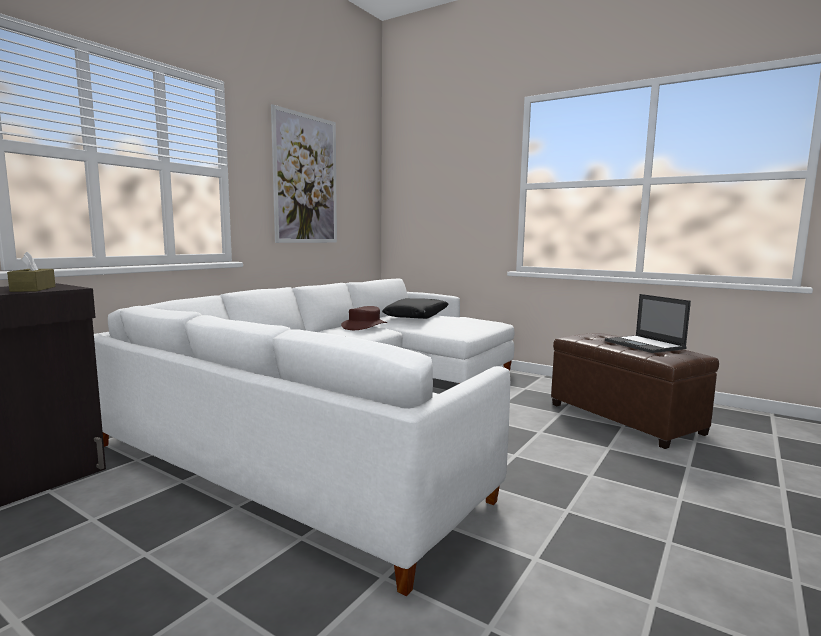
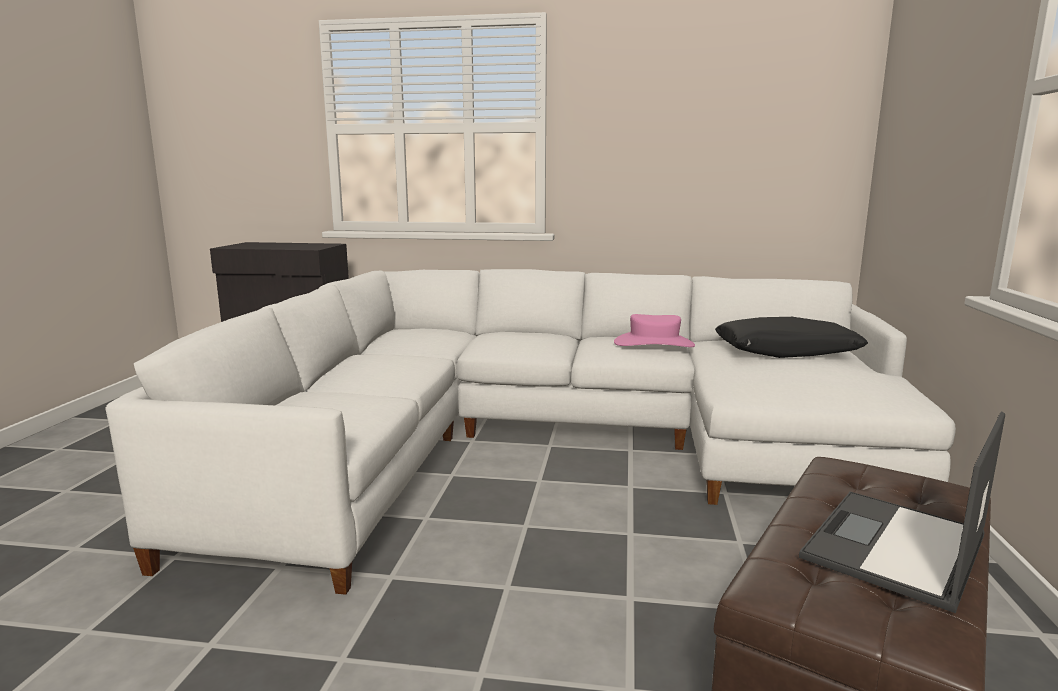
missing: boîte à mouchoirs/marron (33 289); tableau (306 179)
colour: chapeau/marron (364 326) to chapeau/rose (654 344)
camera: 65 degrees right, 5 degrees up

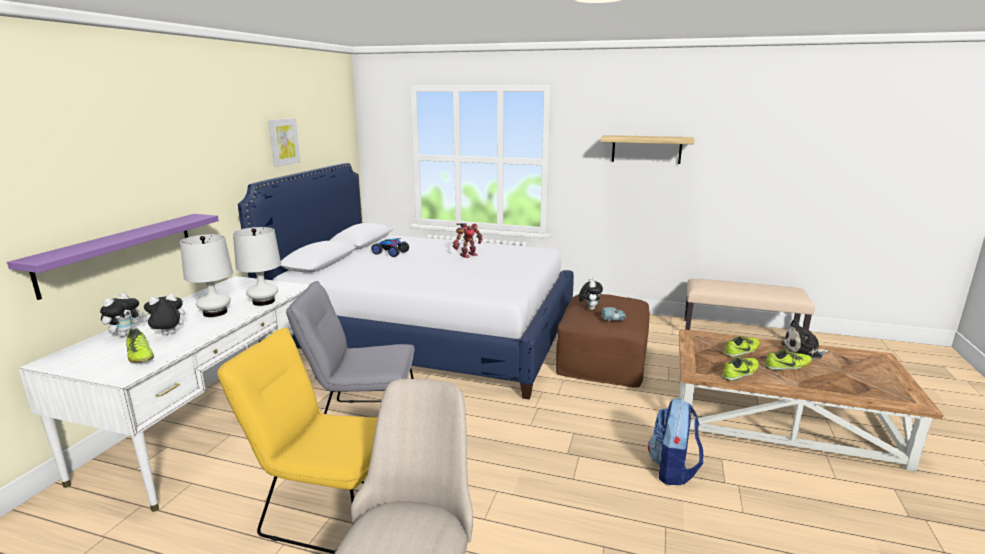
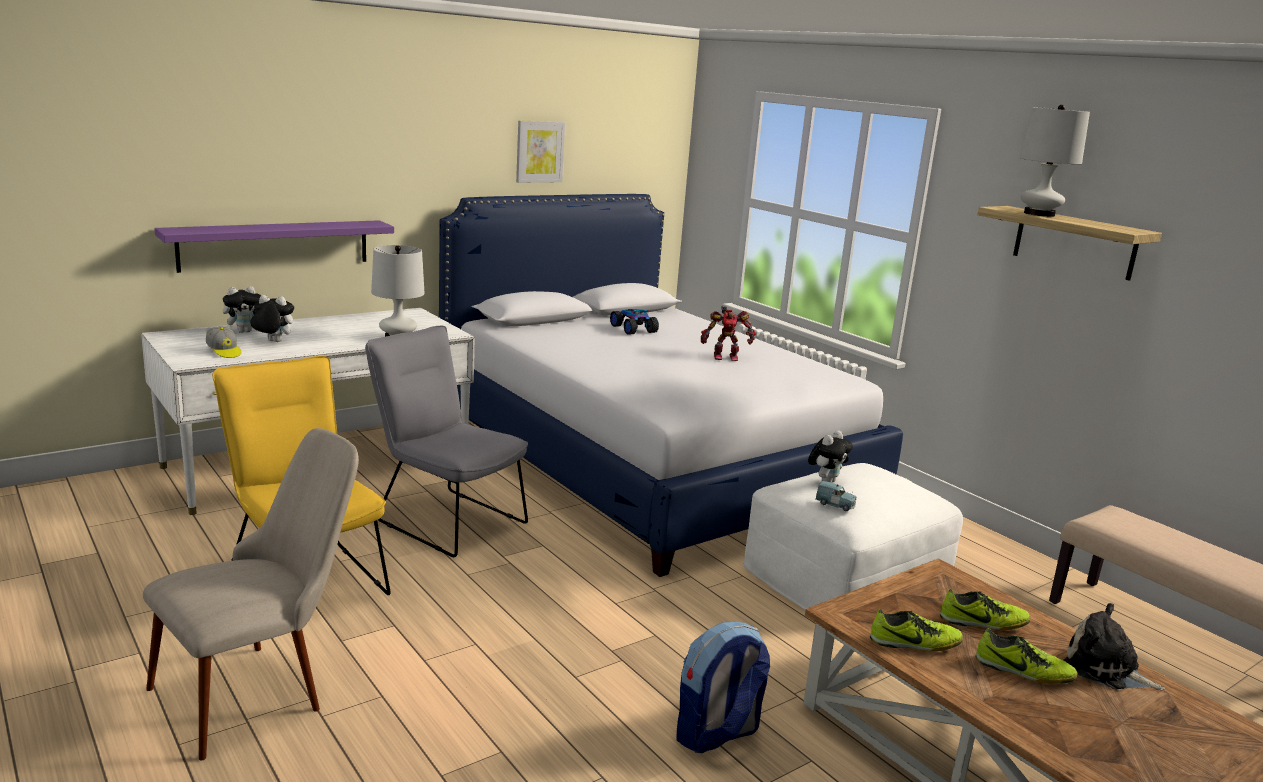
relocated: lampe de table/blanc (215 313) to (1039 214)
exchanged: chaussure (140 356) to casquette (224 352)
colour: pouf/marron (602 358) to pouf/blanc (845 575)
camera: 35 degrees right, 0 degrees up

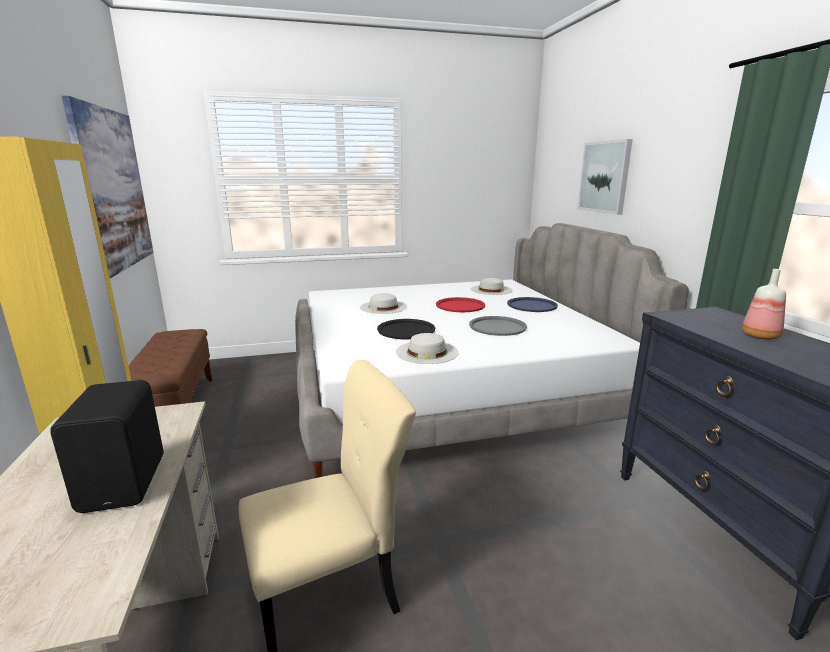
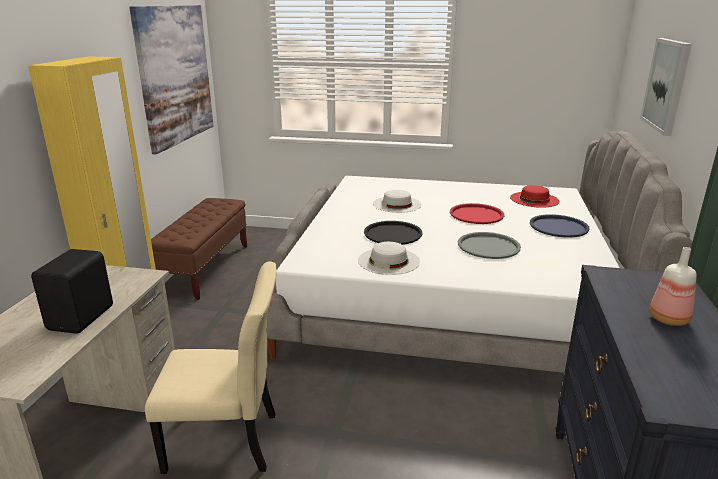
colour: chapeau/blanc (491 289) to chapeau/rouge (534 199)
camera: 25 degrees right, 5 degrees up

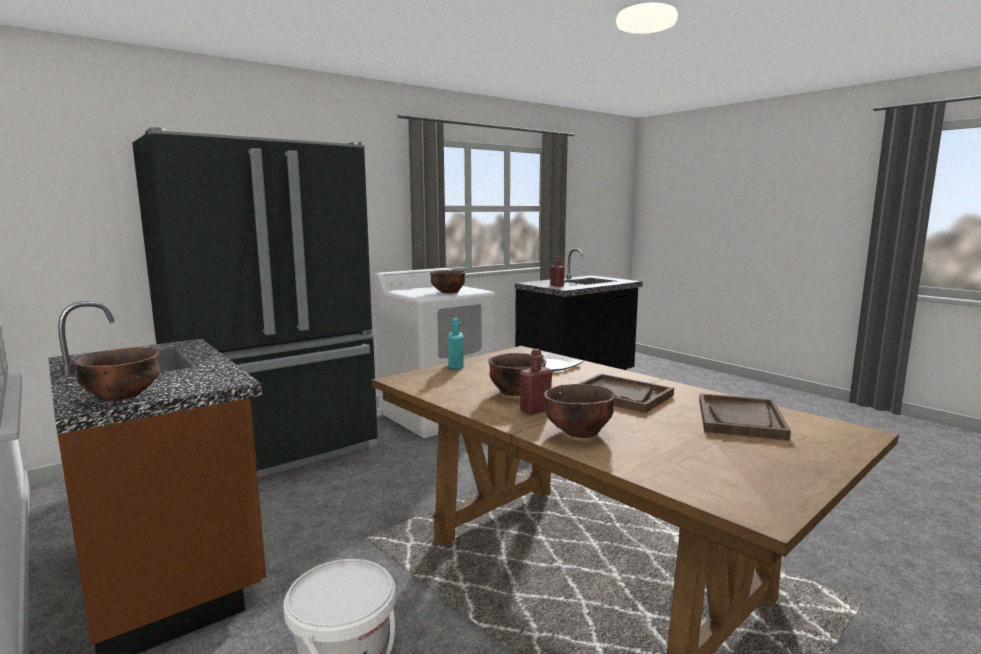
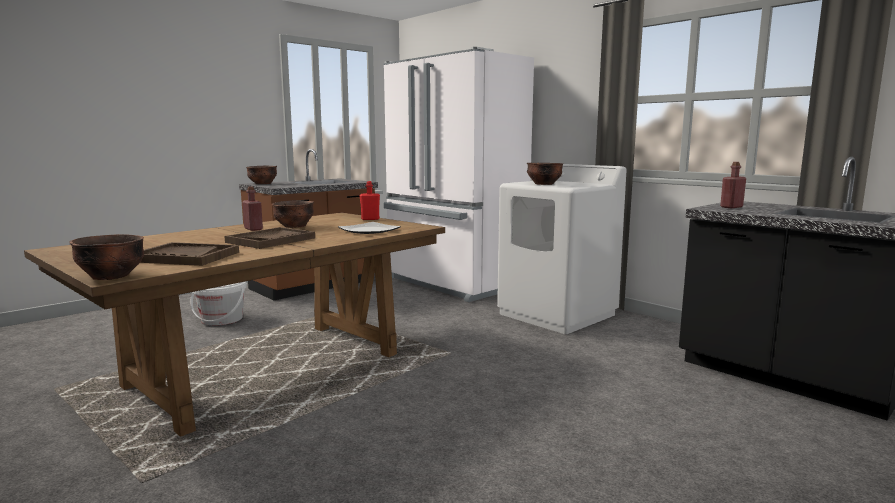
relocated: bol/marron (578 432) to (111 276)
colour: bouteille/turquoise (456 366) to bouteille/rouge (370 219); réfrigérateur/noir (278 453) to réfrigérateur/blanc (453 283)
camera: 85 degrees right, 0 degrees up

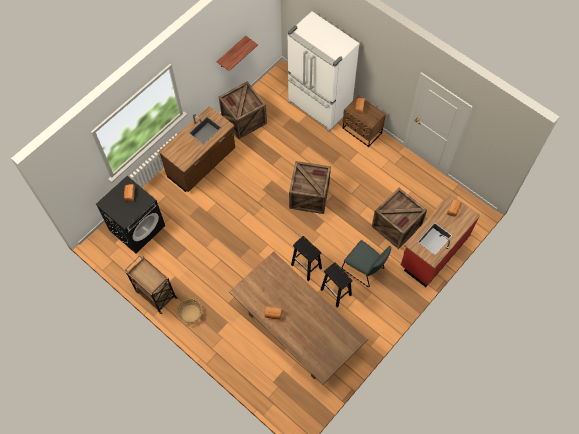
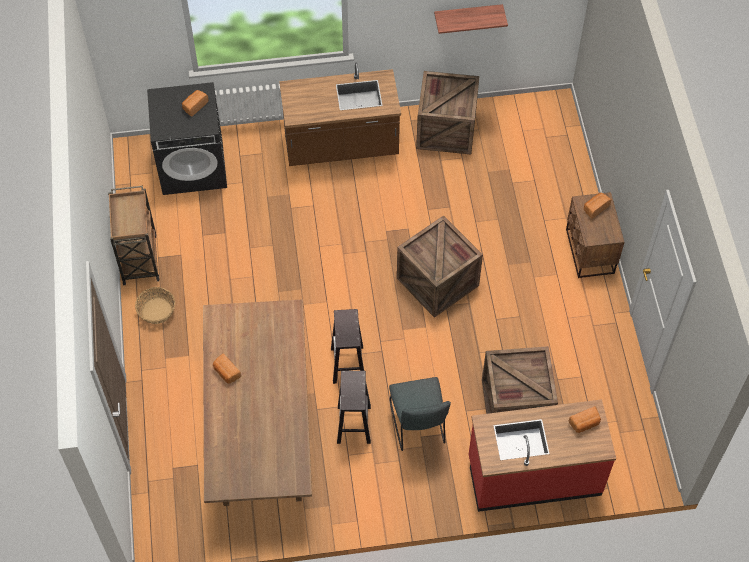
missing: réfrigérateur/blanc (319 107)
camera: 40 degrees right, 5 degrees down

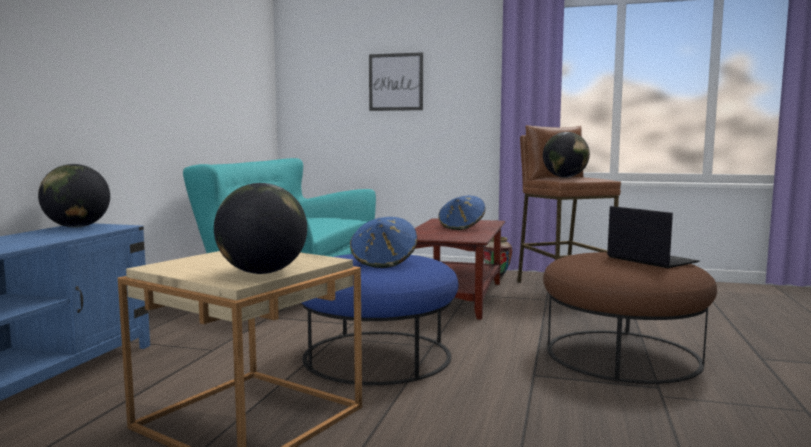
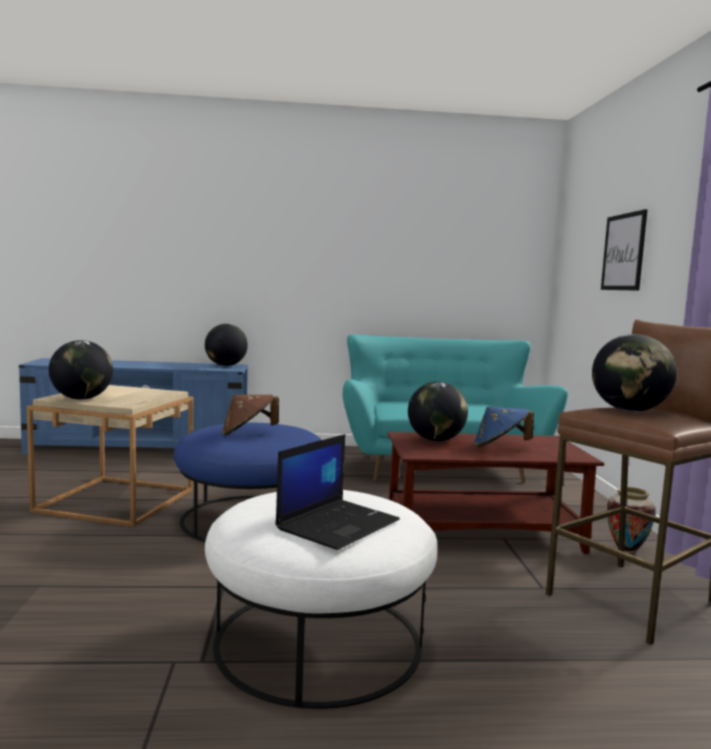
appeared: globe (436 440)
colour: pouf/marron (622 354) to pouf/blanc (318 641); chapeau/bleu (384 262) to chapeau/marron (248 434)
camera: 70 degrees right, 0 degrees up

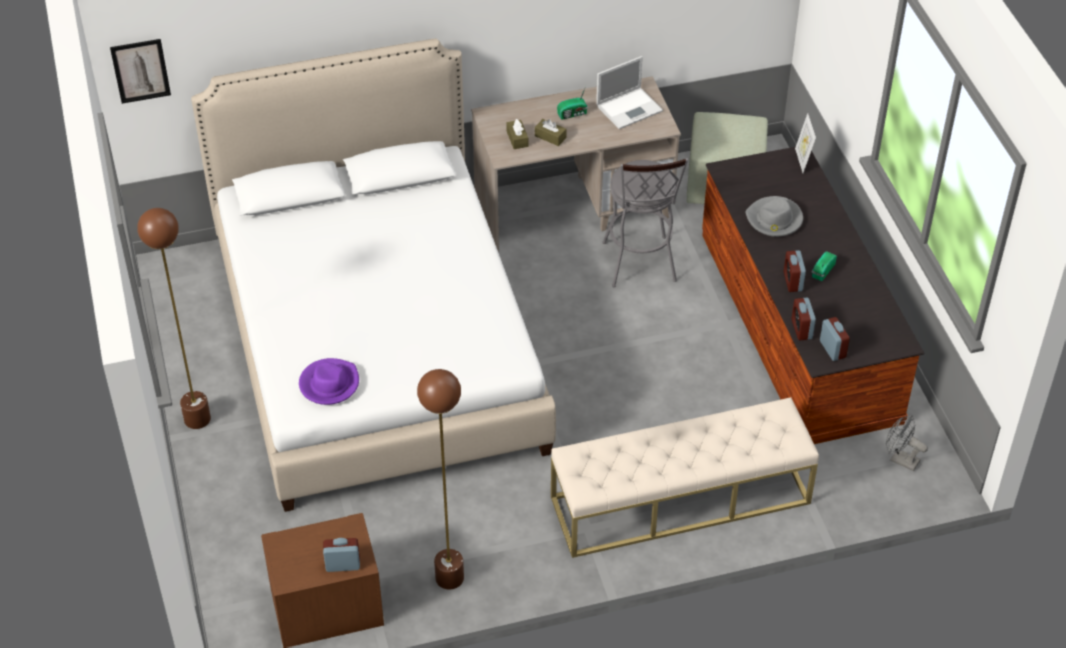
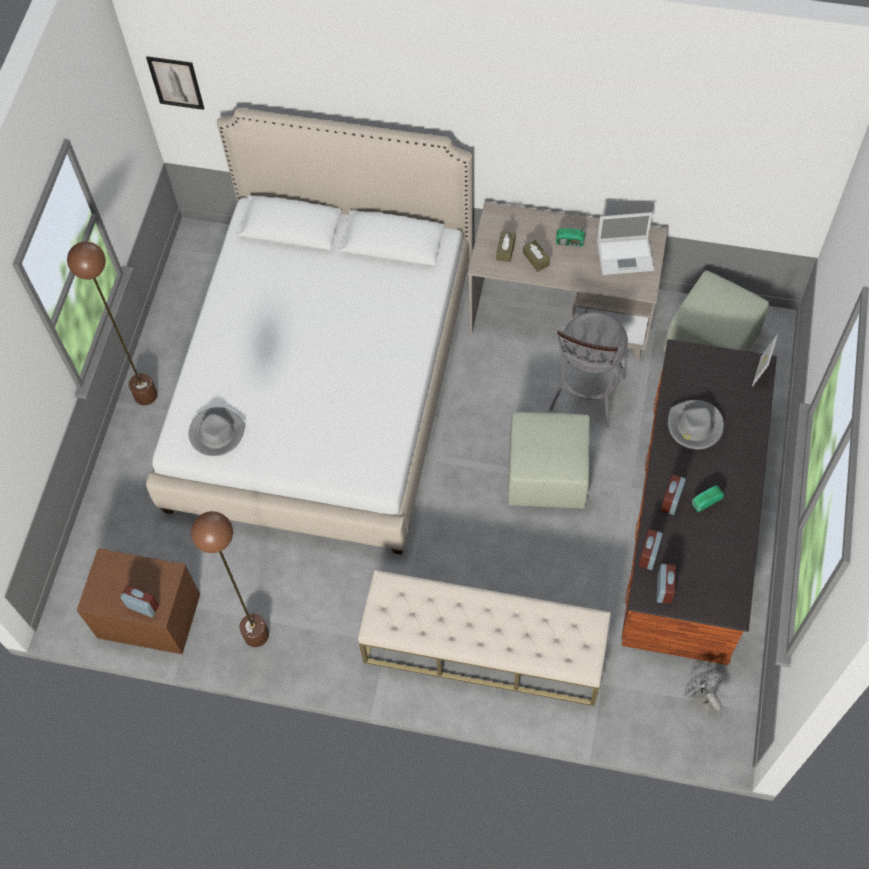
appeared: pouf/vert (546 475)
colour: chapeau/violet (329 384) to chapeau/gris (216 433)
camera: 30 degrees right, 15 degrees up

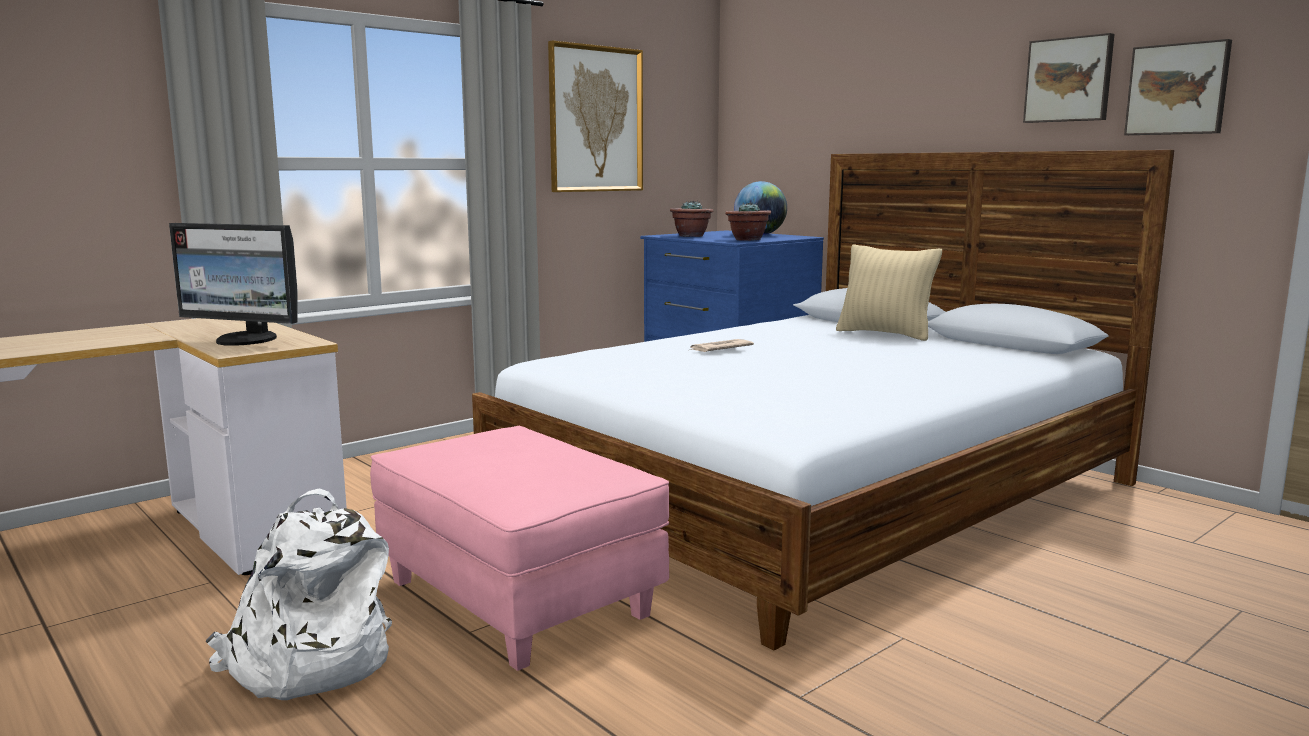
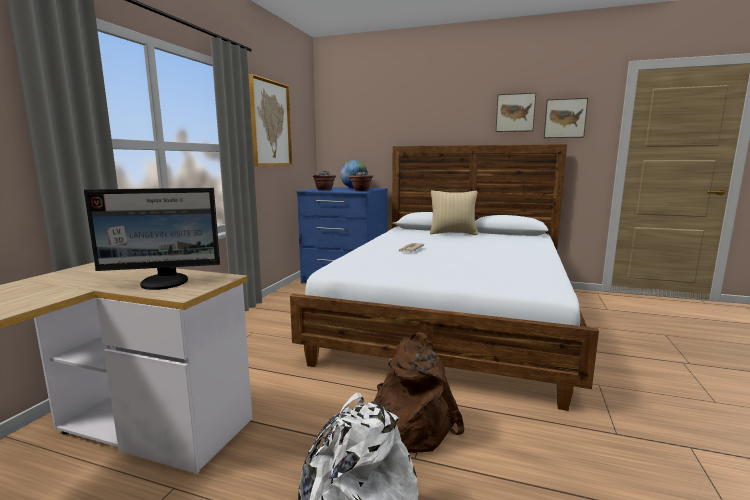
exchanged: pouf/rose (517 600) to sac à dos/marron (409 424)
camera: 30 degrees left, 0 degrees up

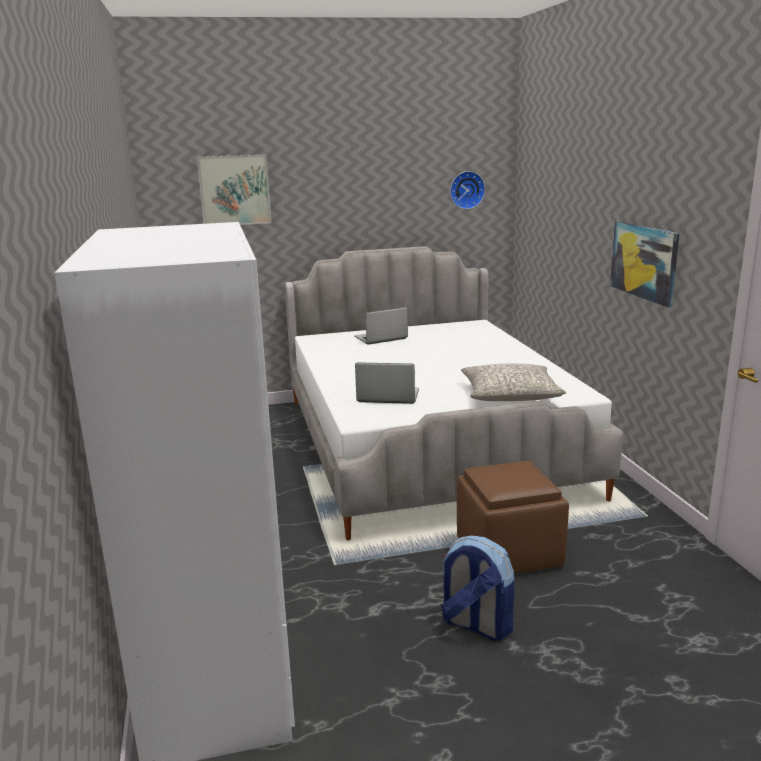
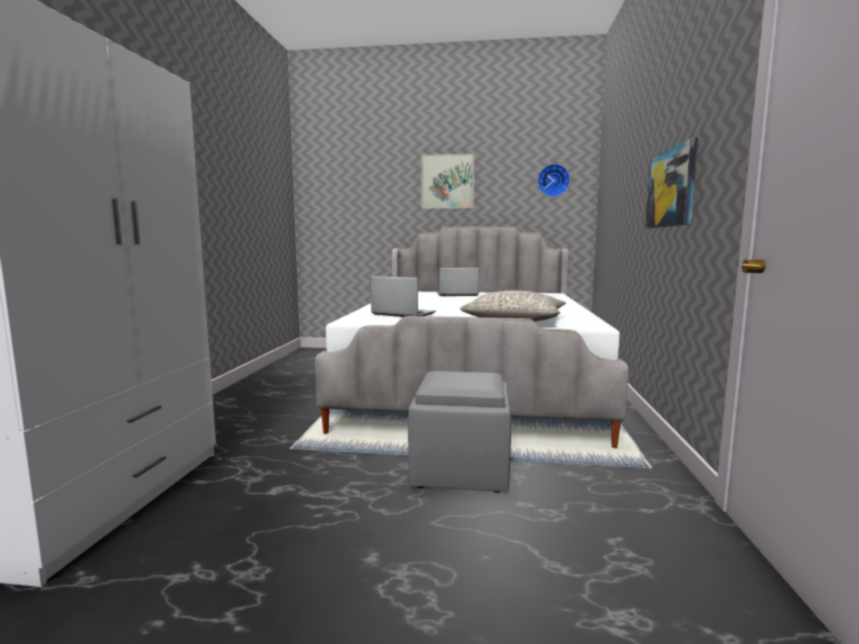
missing: sac à dos (475 625)
relocated: tableau (234 190) to (447 181)
colour: pouf/marron (509 552) to pouf/gris (462 470)
camera: 20 degrees right, 10 degrees down

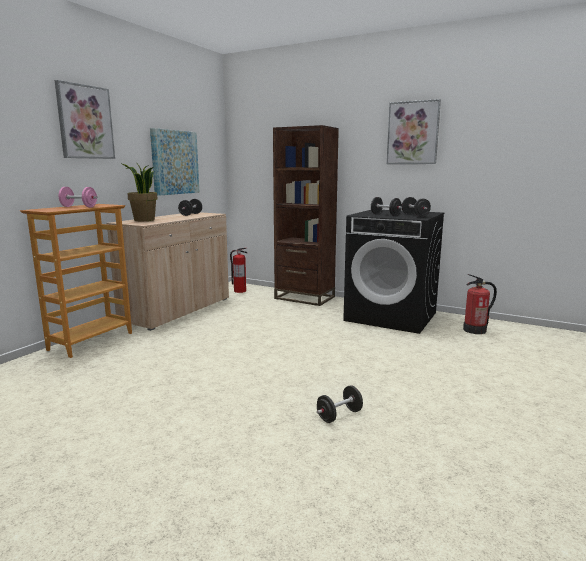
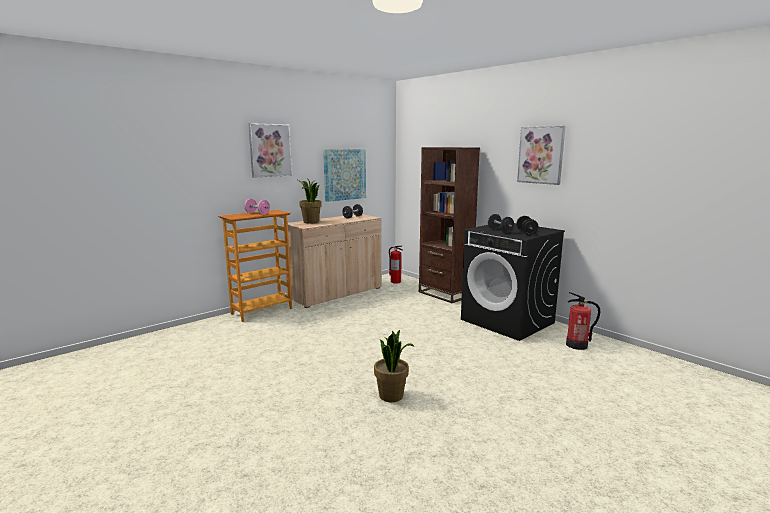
exchanged: haltère/noir (339 415) to plante en pot (391 396)
camera: 20 degrees right, 0 degrees up

